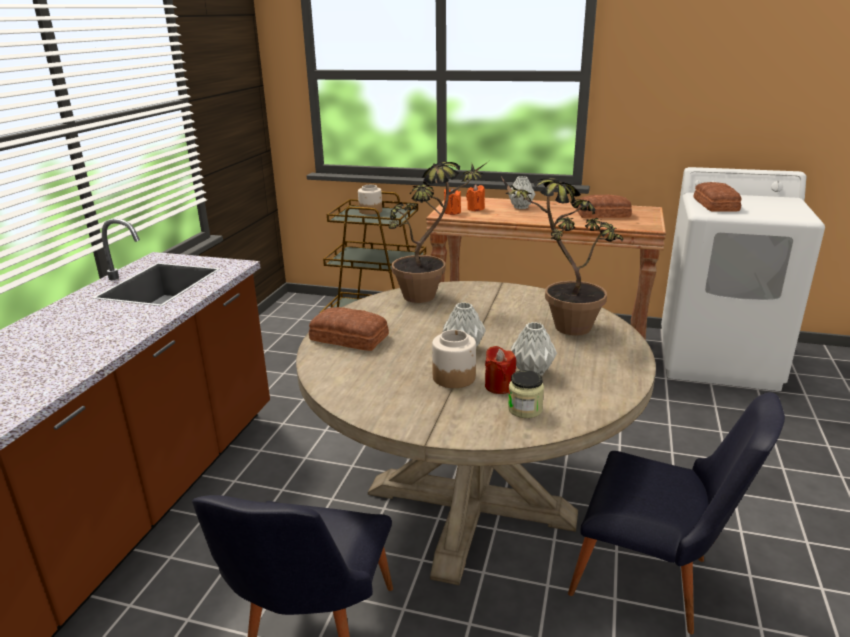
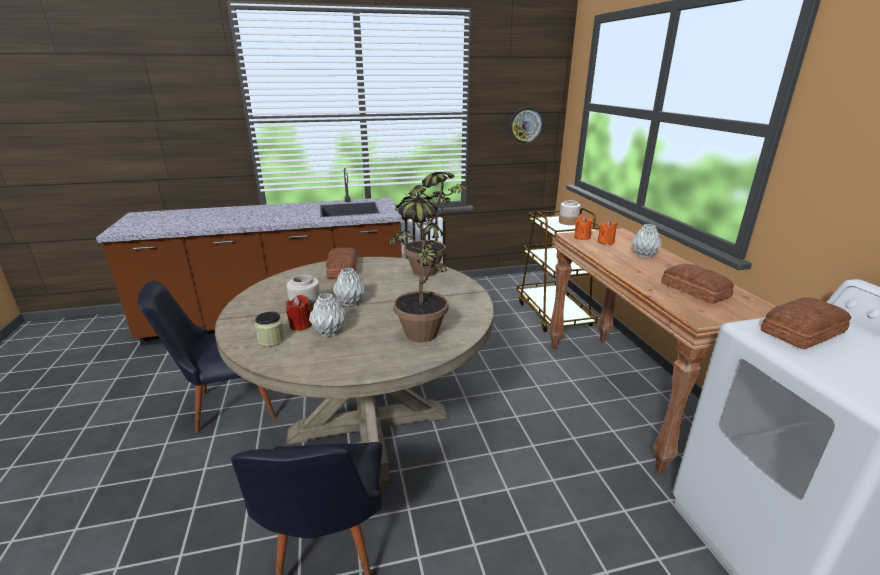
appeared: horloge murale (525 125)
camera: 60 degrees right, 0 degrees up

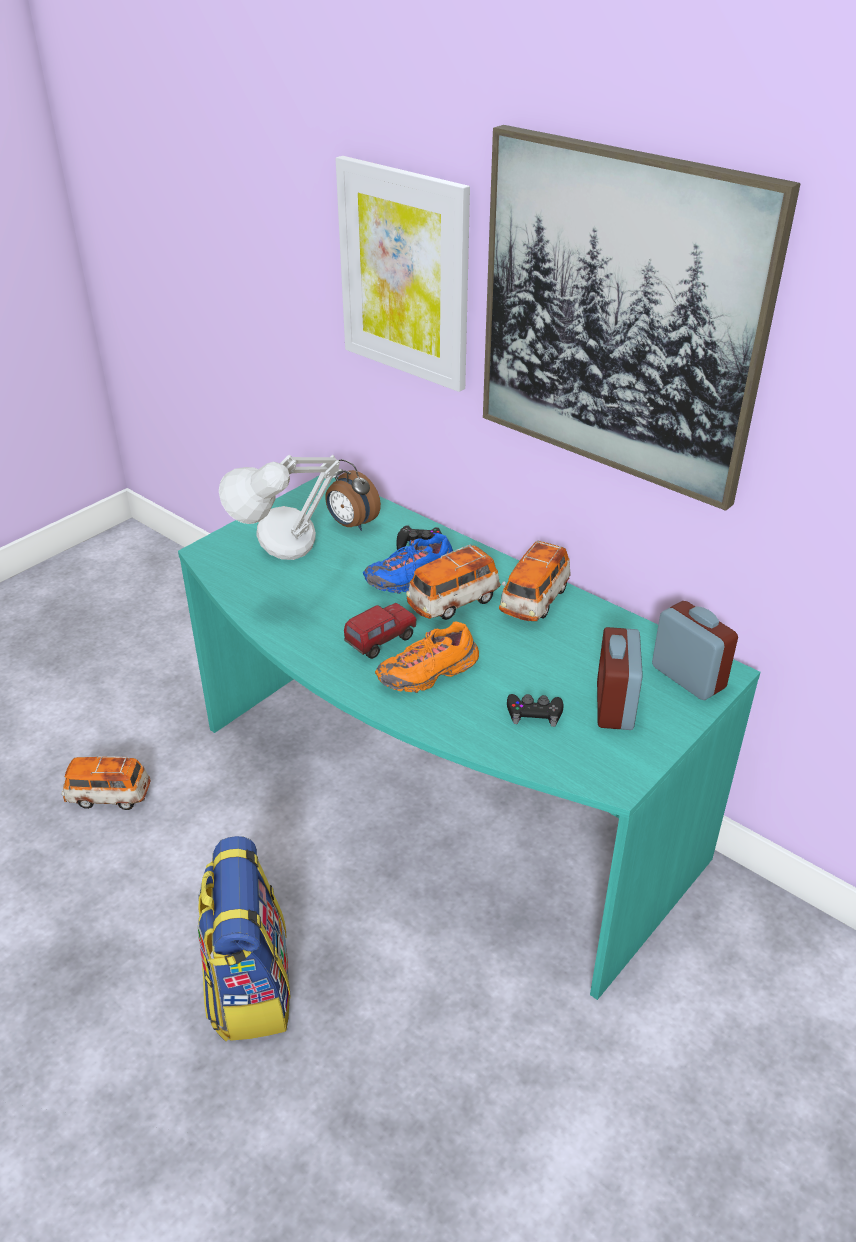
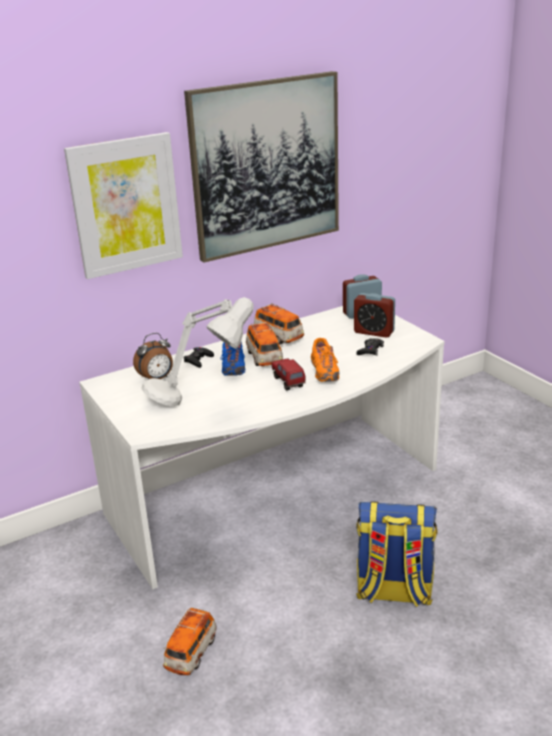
colour: bureau/turquoise (434 799) to bureau/blanc (279 496)
camera: 70 degrees left, 10 degrees down

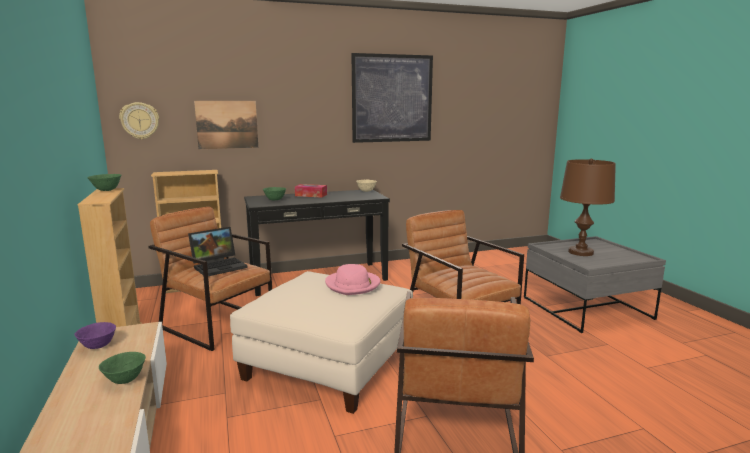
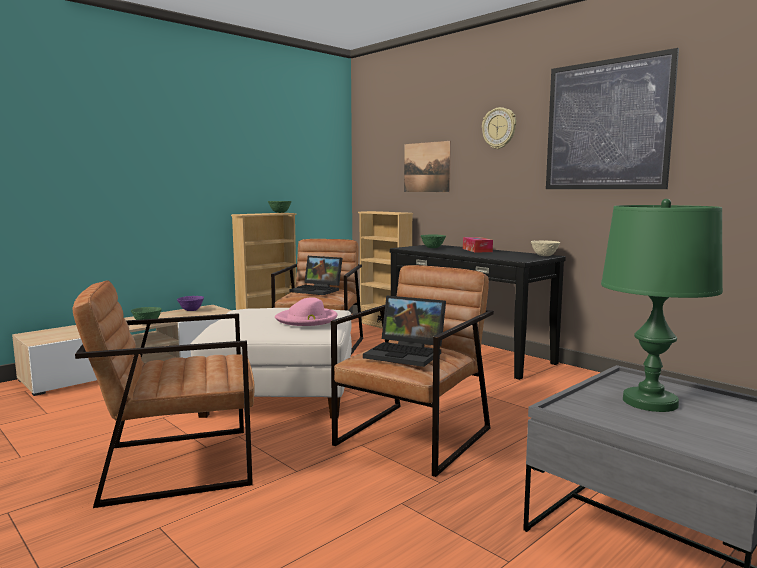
appeared: ordinateur portable (407 354)
relocated: horloge murale (140 120) to (499 128)
colour: lampe de table/marron (580 252) to lampe de table/vert (650 402)
camera: 65 degrees right, 5 degrees down

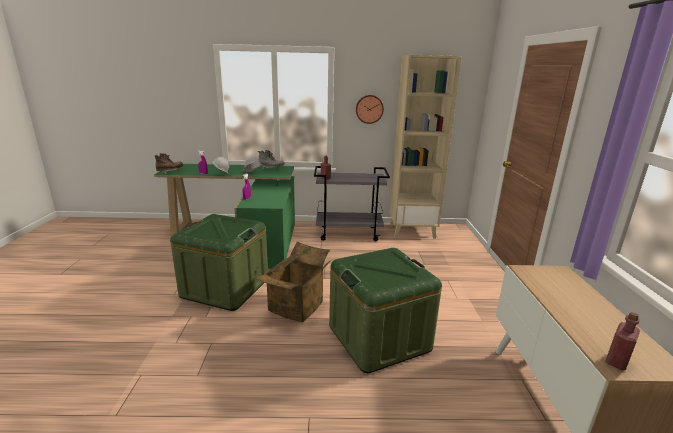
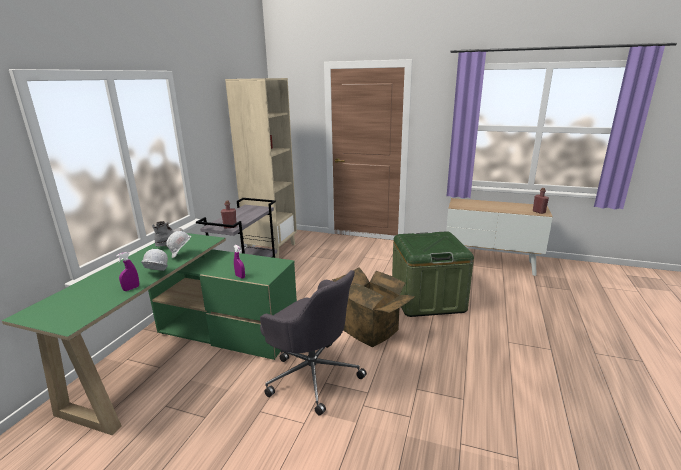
missing: botte/marron (170 171); horloge murale (369 109)
exchanged: boîte de rangement/vert (225 288) to chaise de bureau/gris (312 375)
camera: 70 degrees left, 0 degrees up

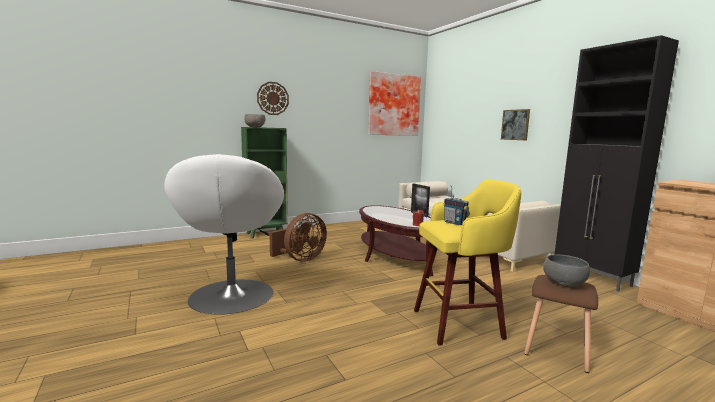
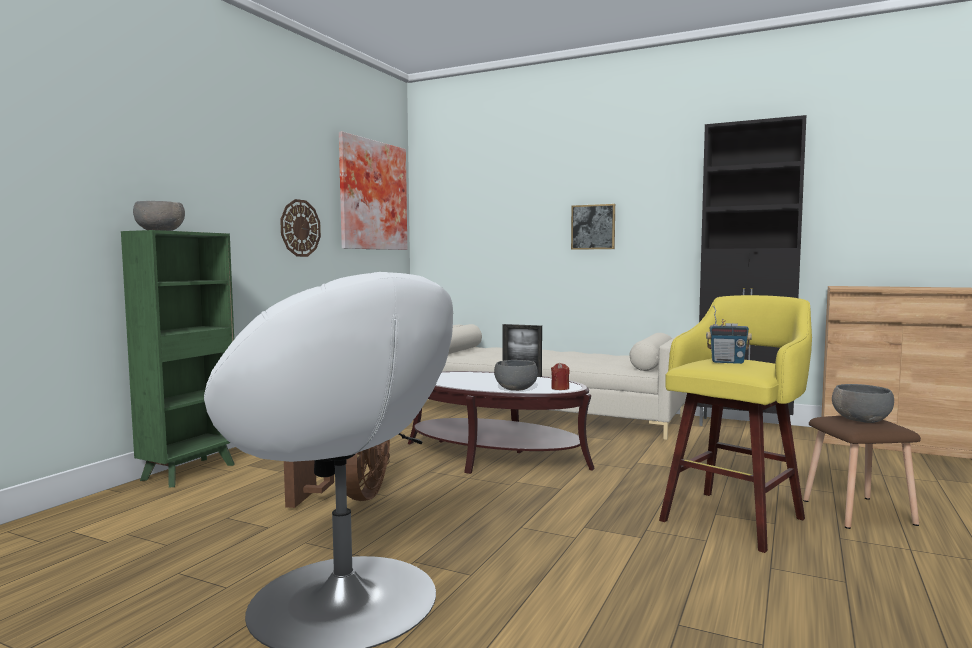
appeared: bol/gris (515 388)
relocated: horloge murale (273 98) to (300 228)
camera: 35 degrees left, 5 degrees down

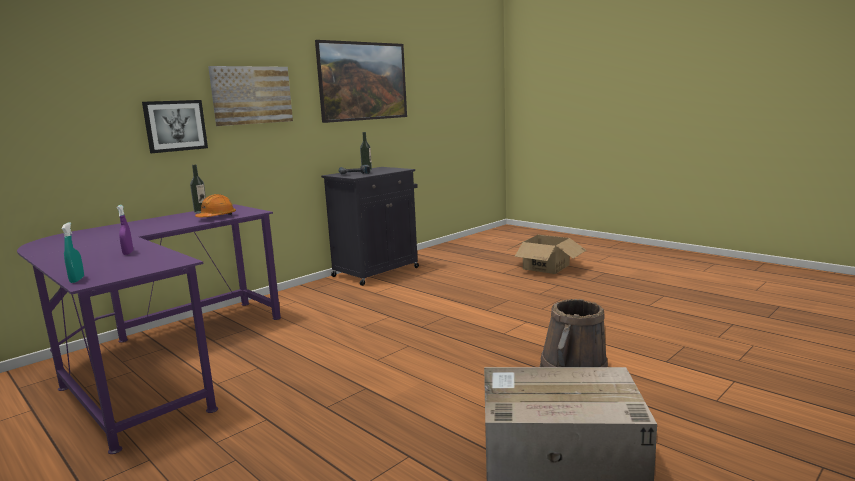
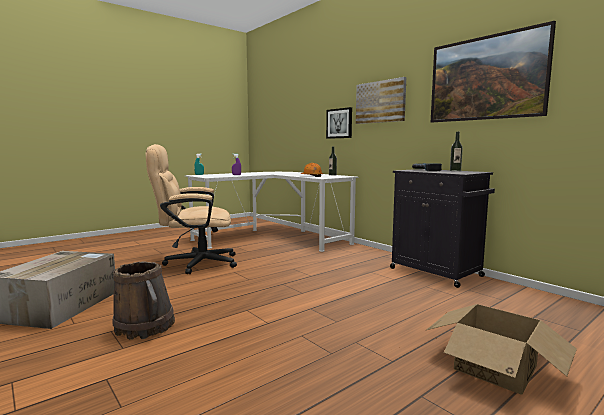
appeared: chaise de bureau/beige (194 263)
colour: bureau/violet (161 359) to bureau/blanc (273 238)
camera: 95 degrees right, 5 degrees down

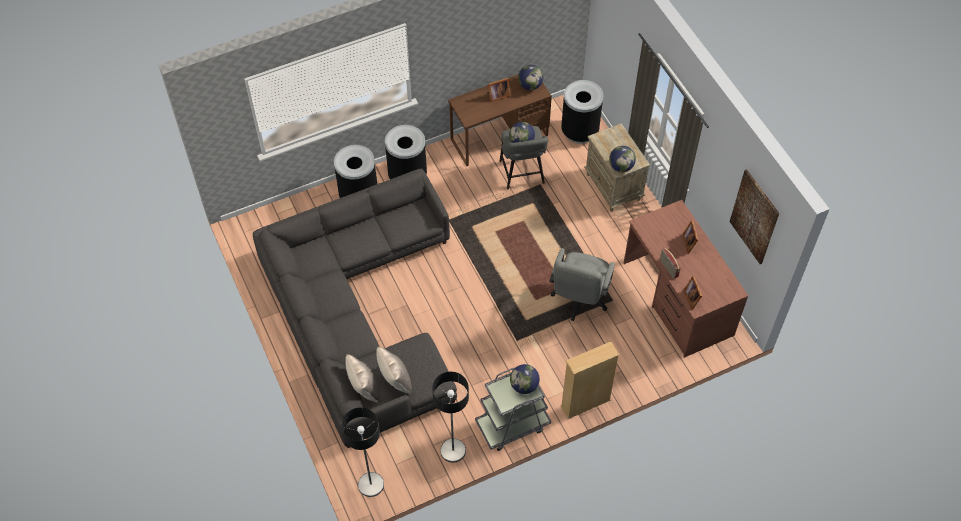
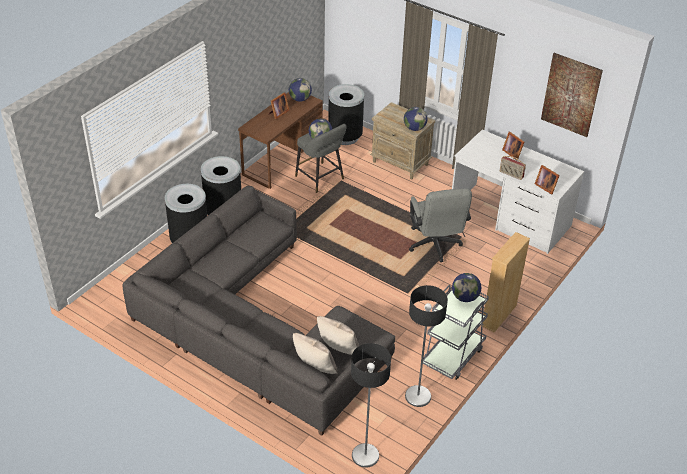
colour: bureau/marron (677 299) to bureau/blanc (509 217)
camera: 30 degrees left, 15 degrees down

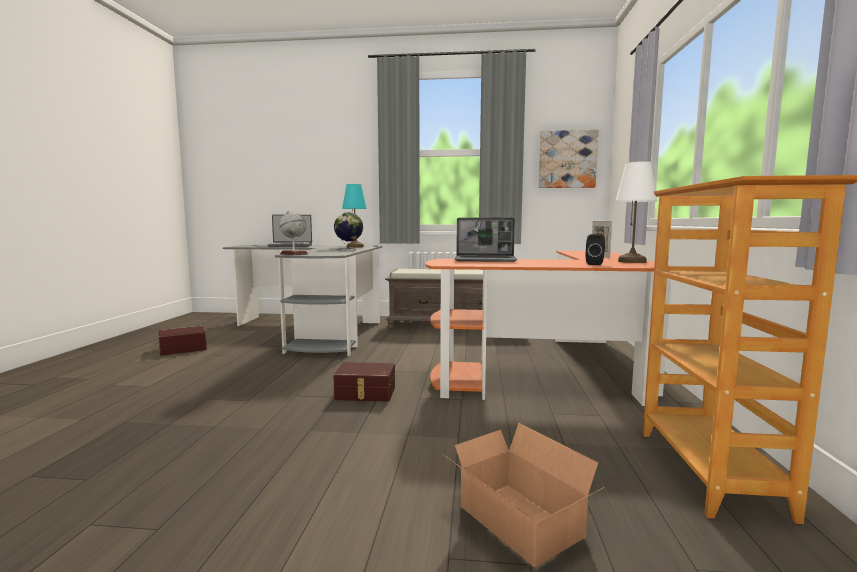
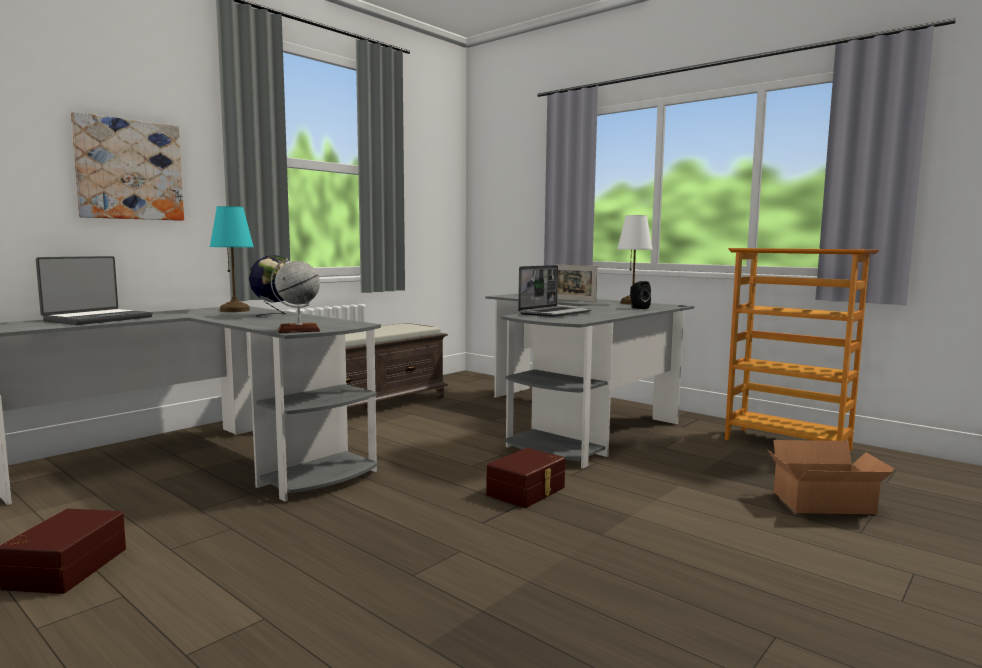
relocated: tableau (567 159) to (129 170)
colour: bureau/orange (560 373) to bureau/gris (580 420)
camera: 55 degrees left, 0 degrees up

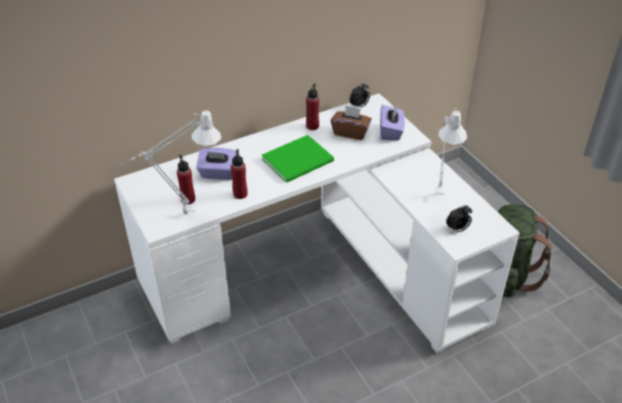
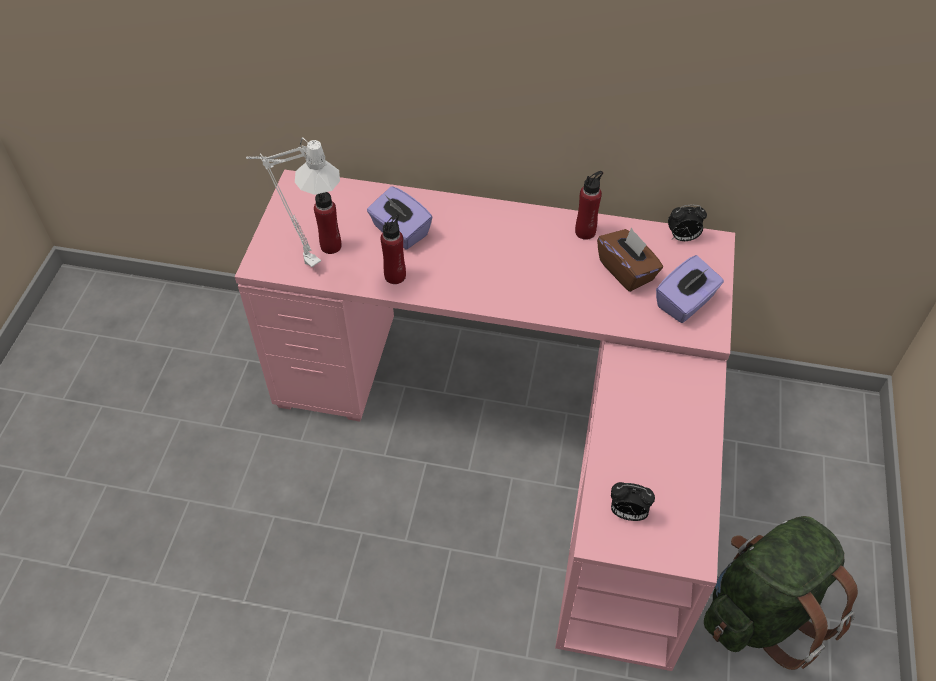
missing: livre/vert (300 160); lampe de table/blanc (438 189)
colour: bureau/blanc (319 271) to bureau/rose (520 432)
camera: 40 degrees right, 10 degrees up

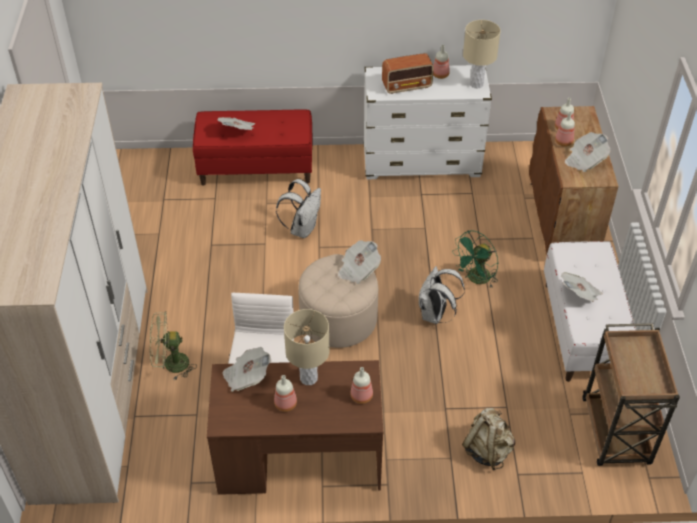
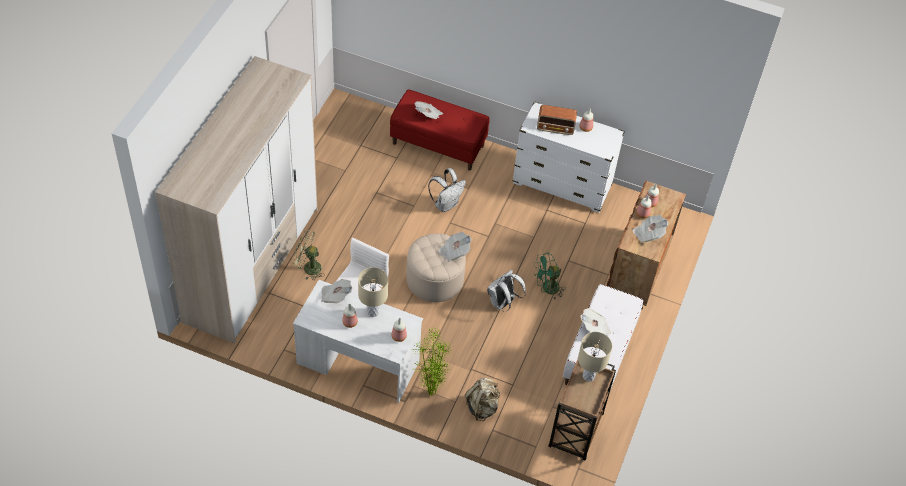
appeared: plante en pot (430 391)
relocated: lampe de table/beige (476 84) to (588 376)
colour: bureau/marron (299 459) to bureau/blanc (358 363)
camera: 20 degrees right, 5 degrees up

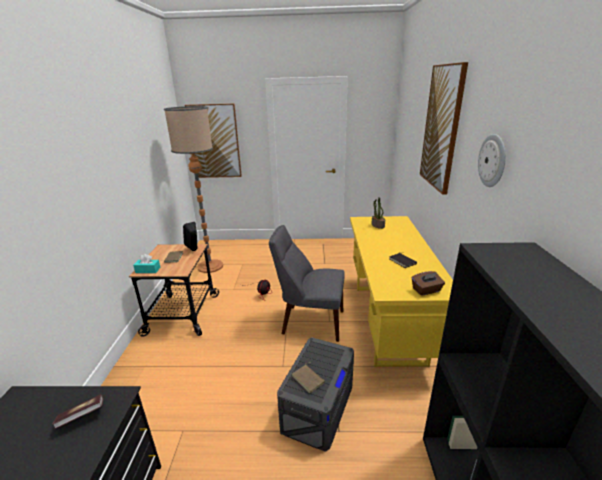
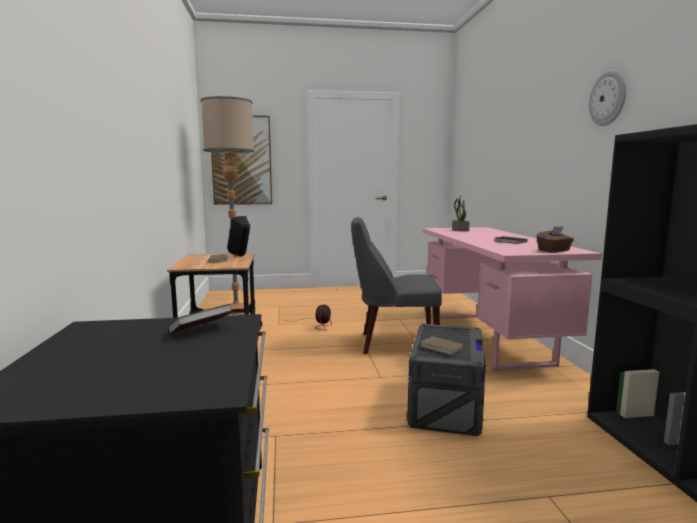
missing: boîte à mouchoirs/turquoise (148 270); tableau (442 127)
colour: bureau/jaune (388 321) to bureau/rose (489 338)
camera: 10 degrees left, 15 degrees down

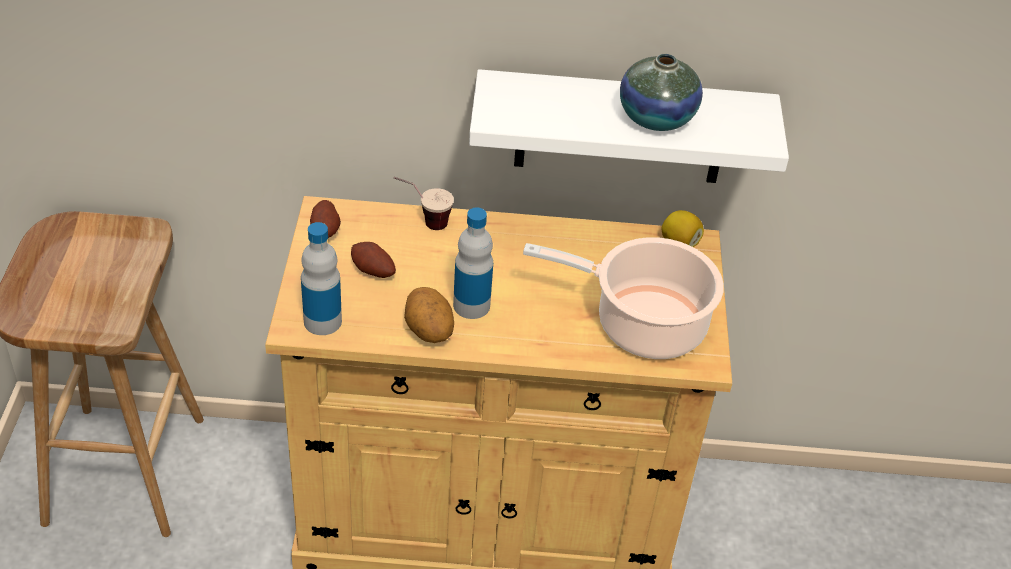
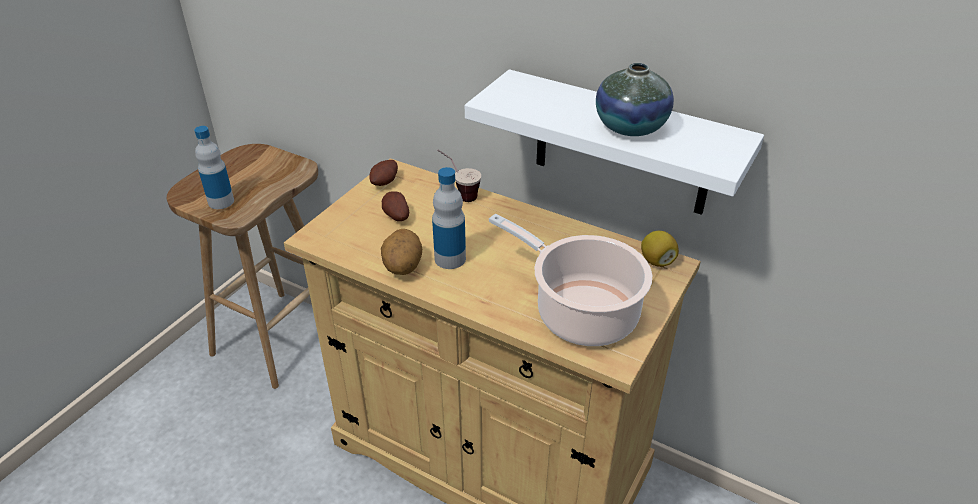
relocated: bouteille (322 321) to (221 202)
camera: 30 degrees right, 5 degrees down

